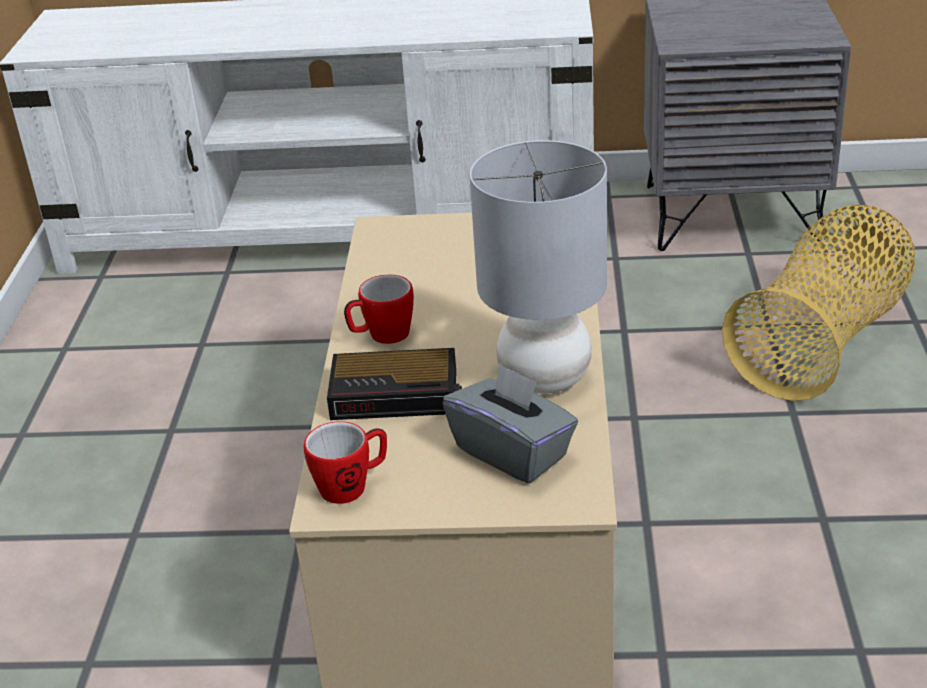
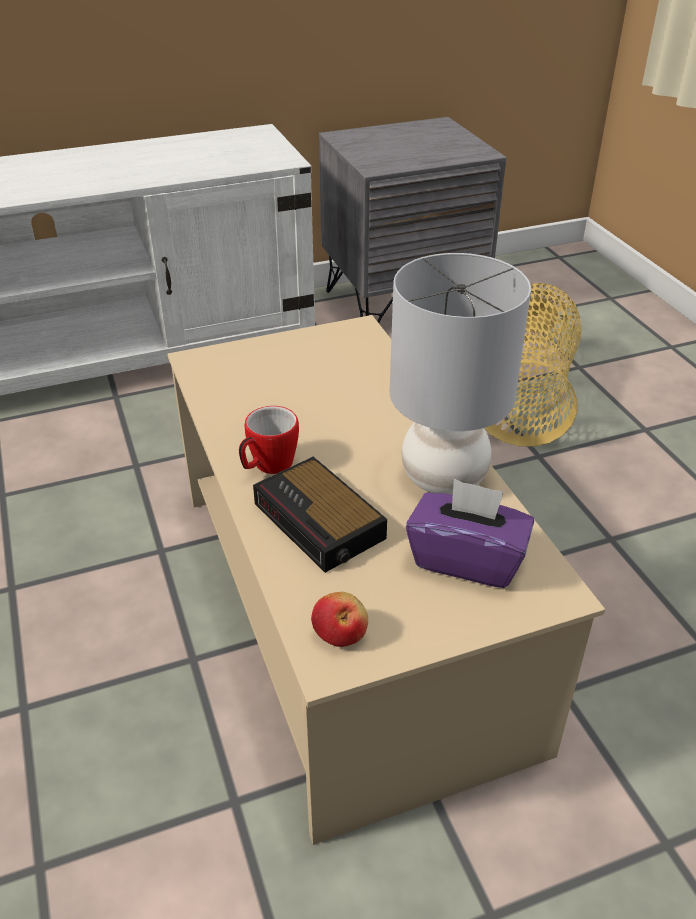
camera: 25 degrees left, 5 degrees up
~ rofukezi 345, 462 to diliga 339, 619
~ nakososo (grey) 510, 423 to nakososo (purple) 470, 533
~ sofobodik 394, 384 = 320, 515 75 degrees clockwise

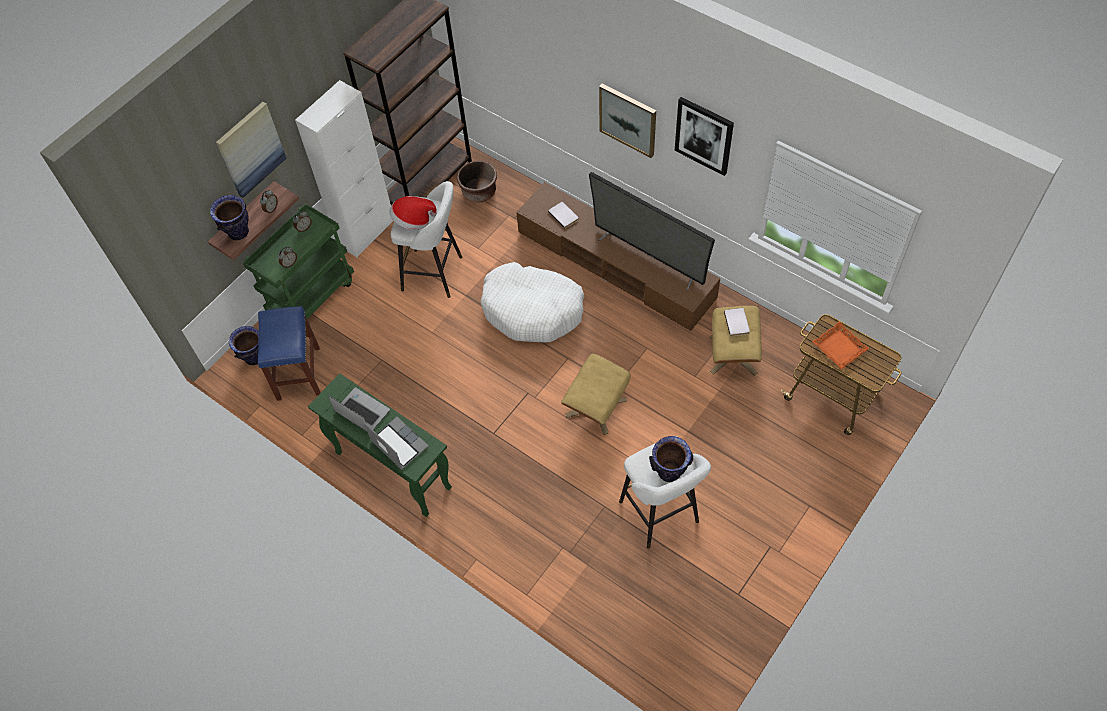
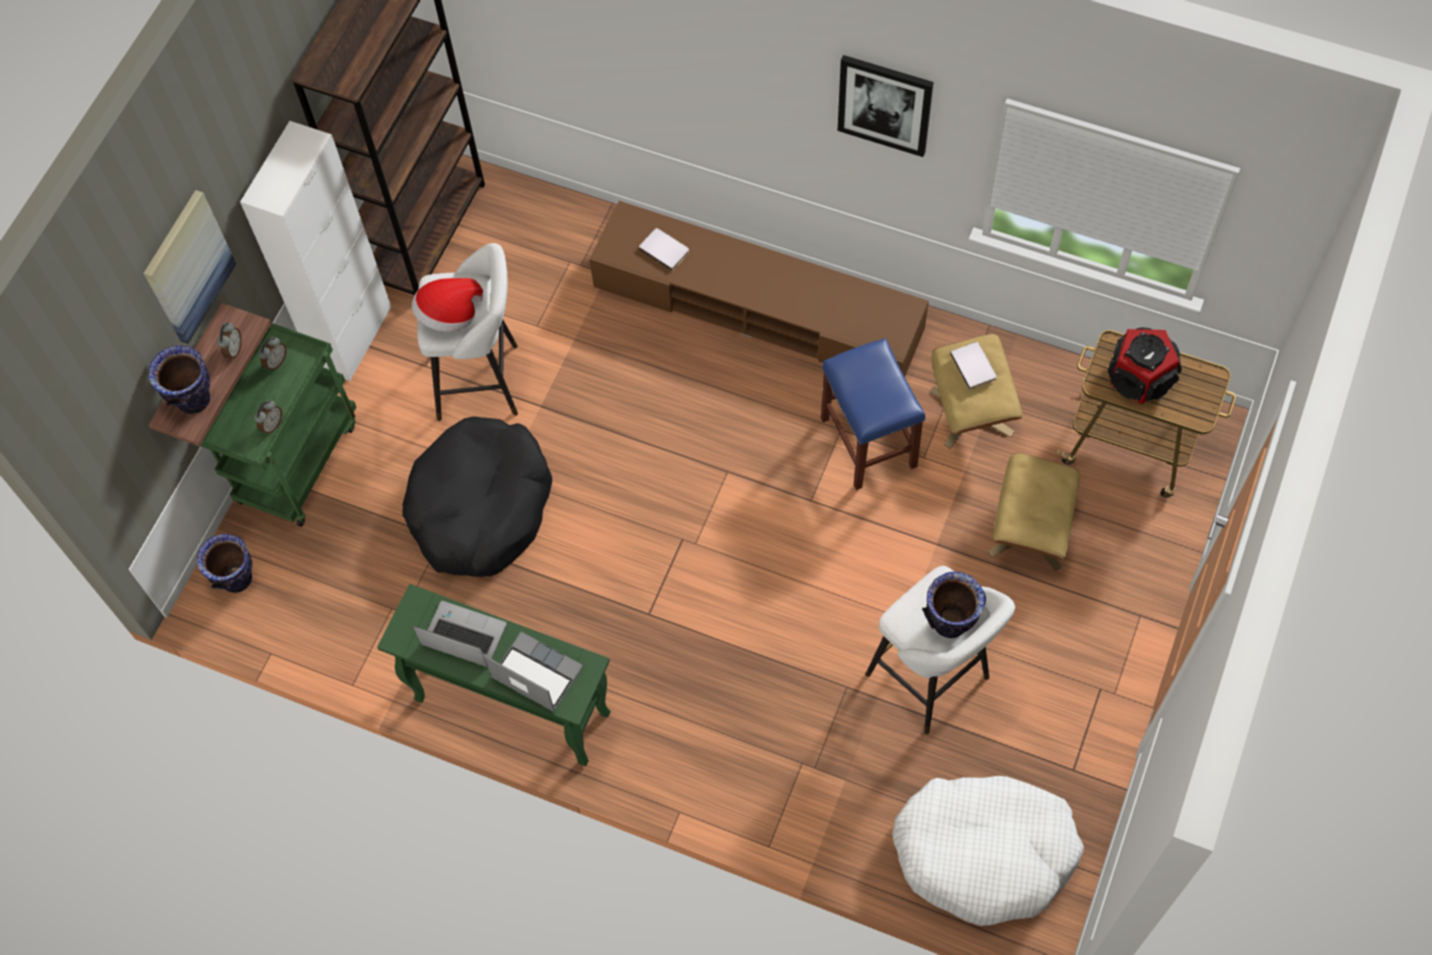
camera: 15 degrees left, 5 degrees up
- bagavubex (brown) 477, 182
- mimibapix 652, 231
- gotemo 627, 120
+ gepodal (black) 477, 496
~ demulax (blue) 289, 353 to 873, 414
~ gepodal (white) 532, 302 to 988, 851
~ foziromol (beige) 596, 394 to 1034, 512
~ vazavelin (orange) 840, 345 to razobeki 1145, 366

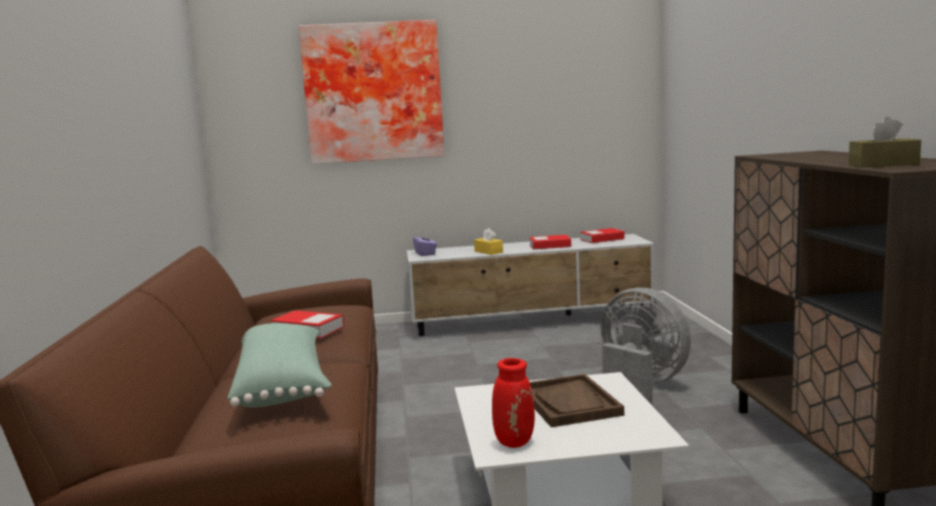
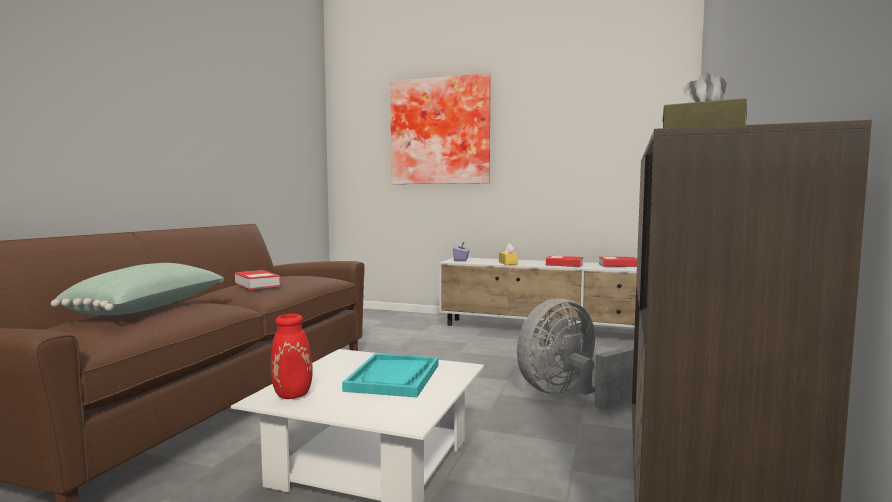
camera: 25 degrees right, 5 degrees down
~ vazavelin (brown) 577, 400 to vazavelin (turquoise) 390, 375
~ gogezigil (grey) 646, 346 = 575, 354 105 degrees counterclockwise

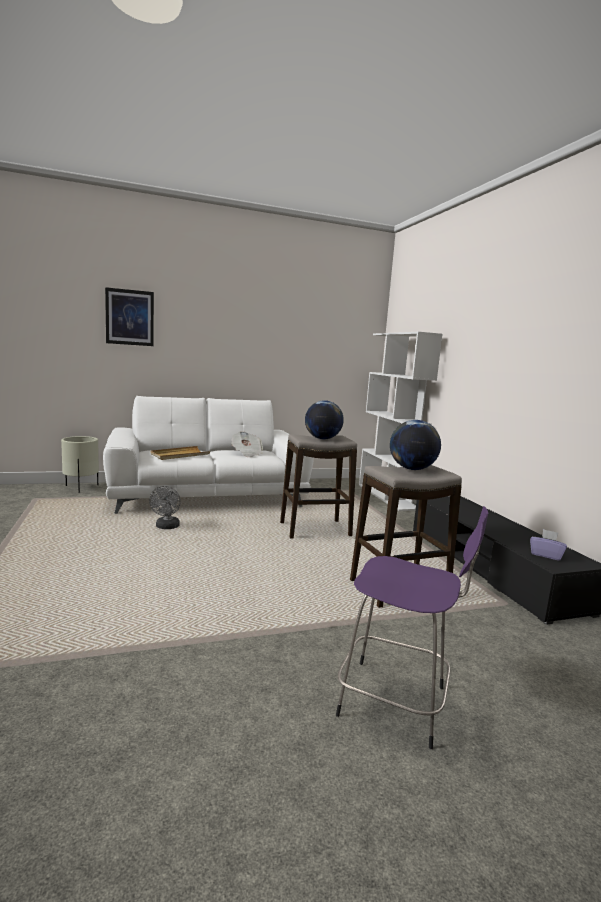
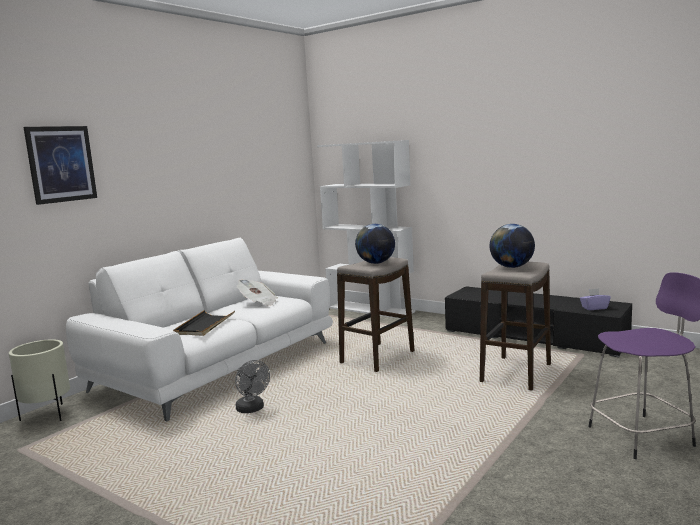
camera: 35 degrees left, 0 degrees up
~ vazavelin (beige) 180, 453 to vazavelin (black) 204, 323

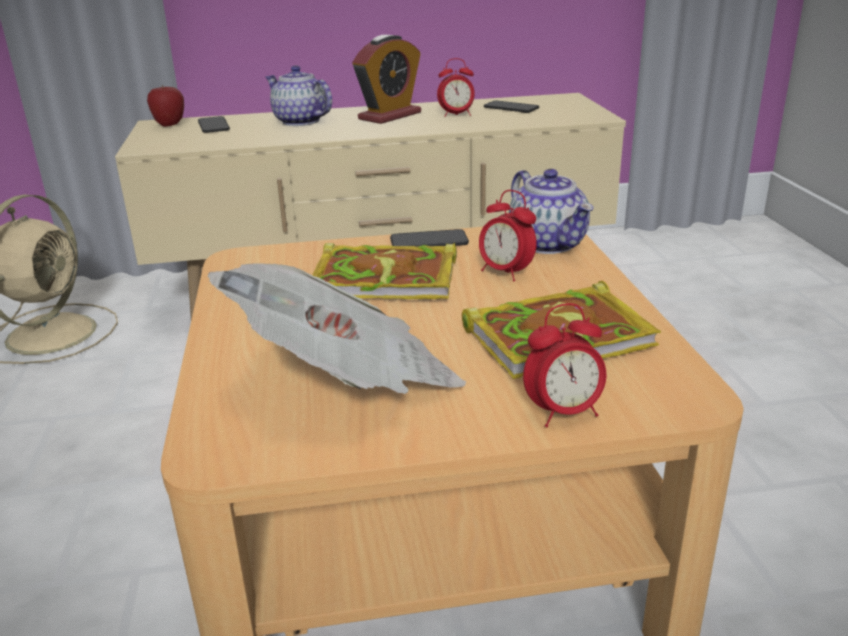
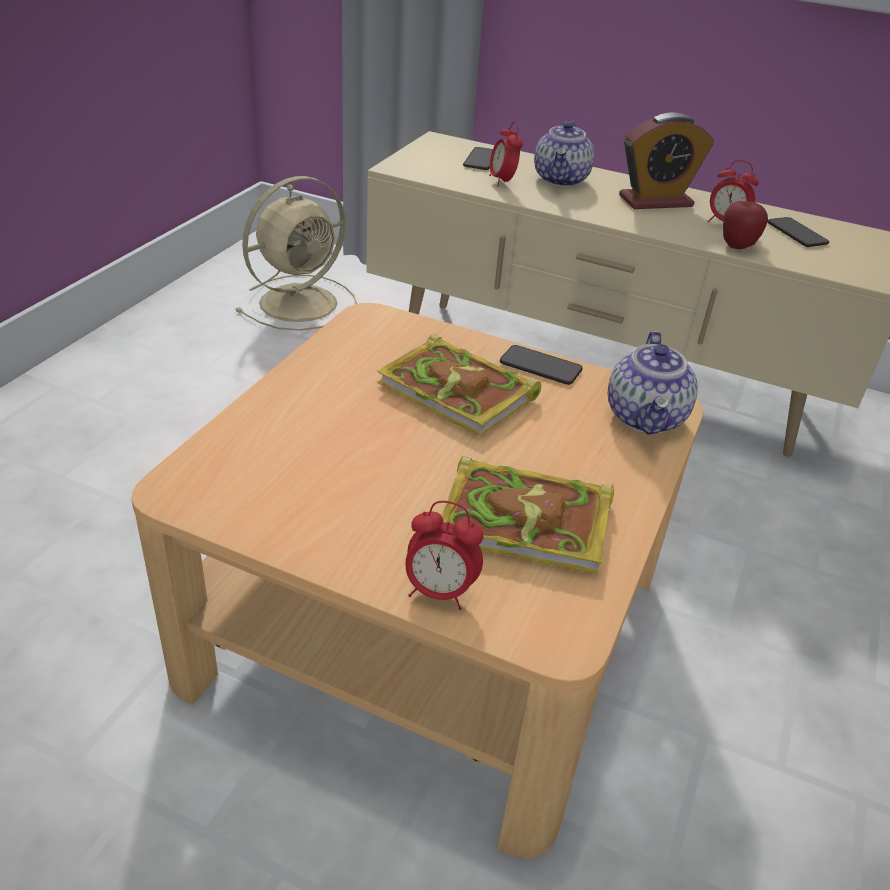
camera: 30 degrees right, 10 degrees up
- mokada 337, 328
~ diliga 165, 106 to 745, 225
~ sofobodik 508, 236 to 506, 154
~ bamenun 299, 95 = 564, 154 150 degrees counterclockwise

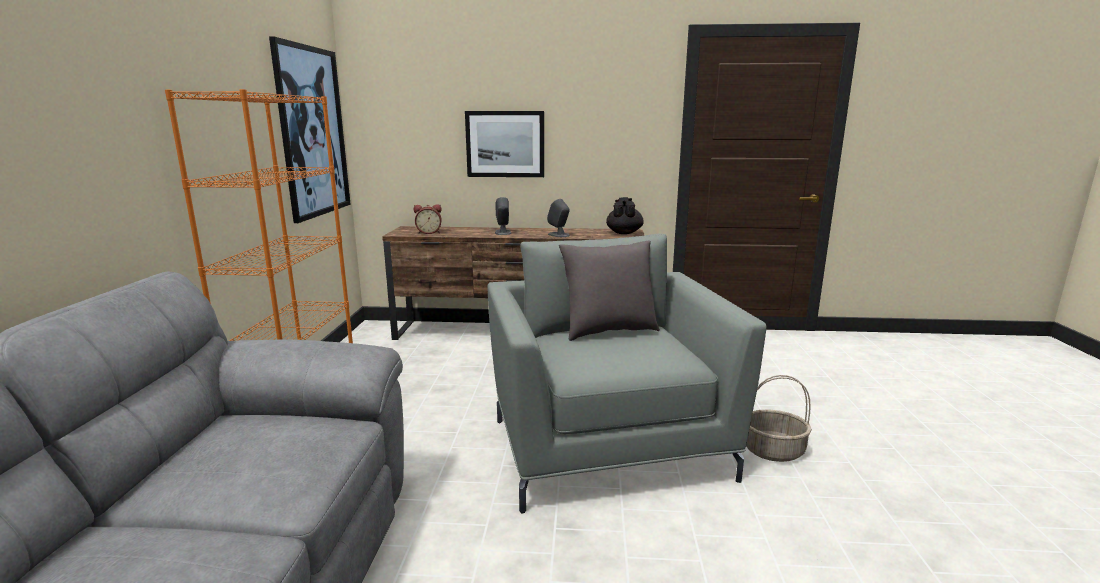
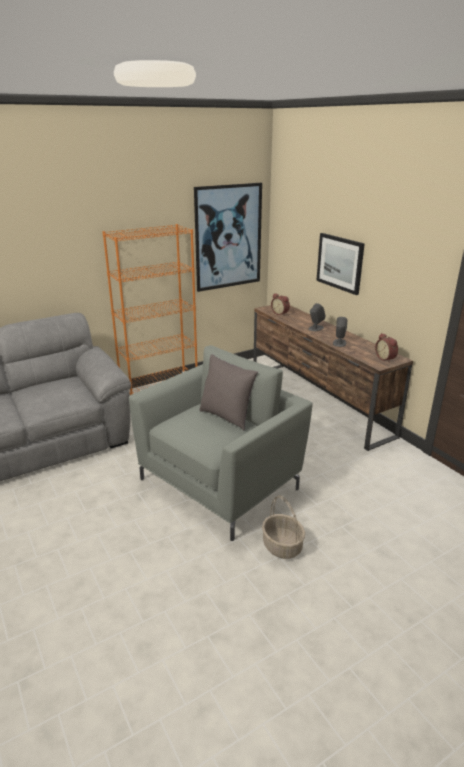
camera: 55 degrees right, 10 degrees up
~ bamenun (black) 625, 215 to sofobodik 386, 348

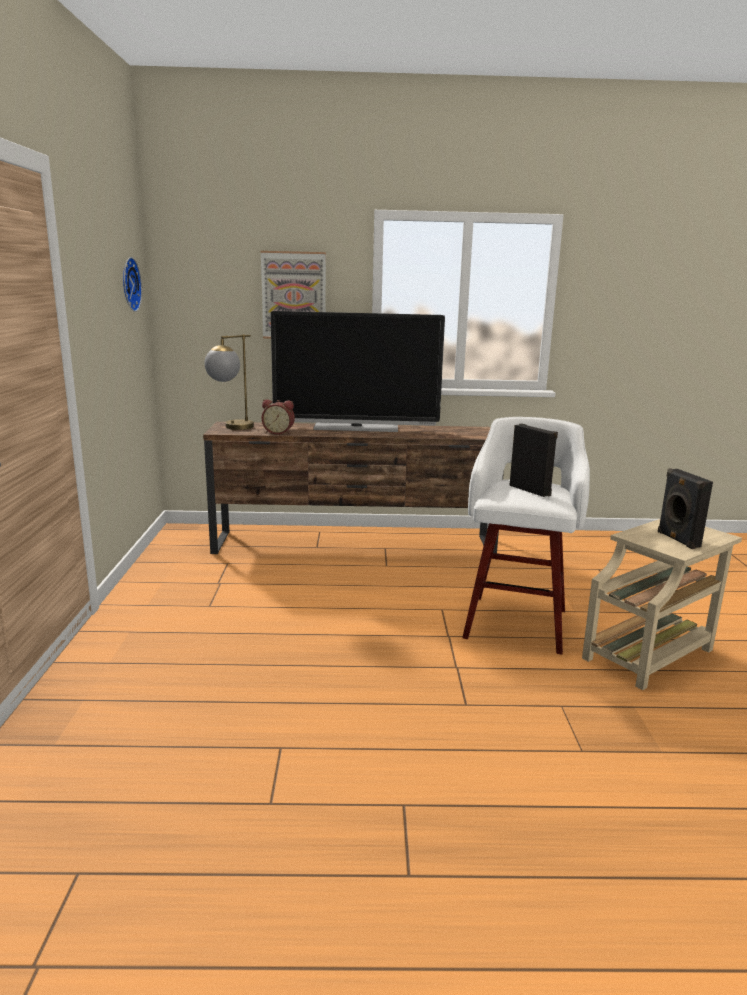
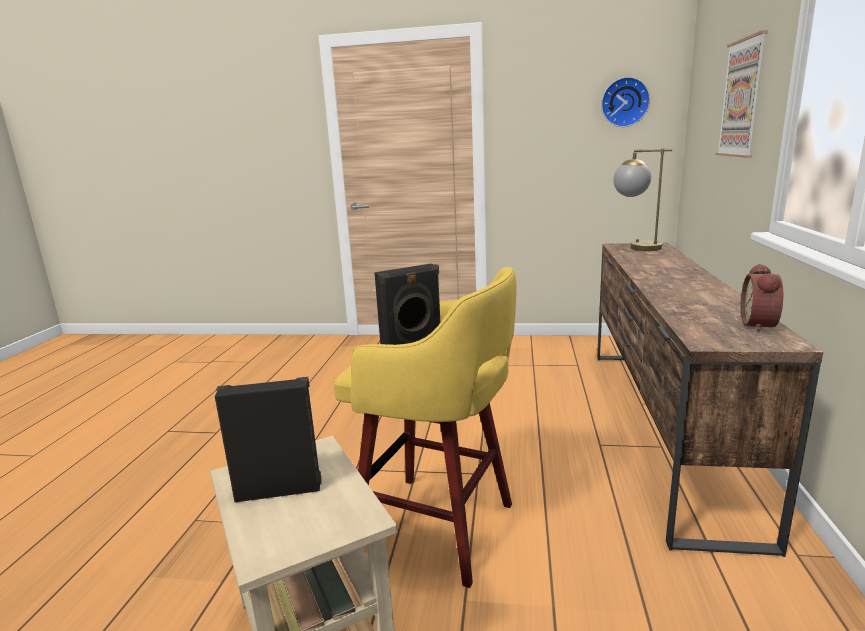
camera: 100 degrees right, 0 degrees up
- mimibapix 358, 371
~ sofobodik 278, 416 to 762, 298
~ demulax (white) 526, 536 to demulax (yellow) 424, 427

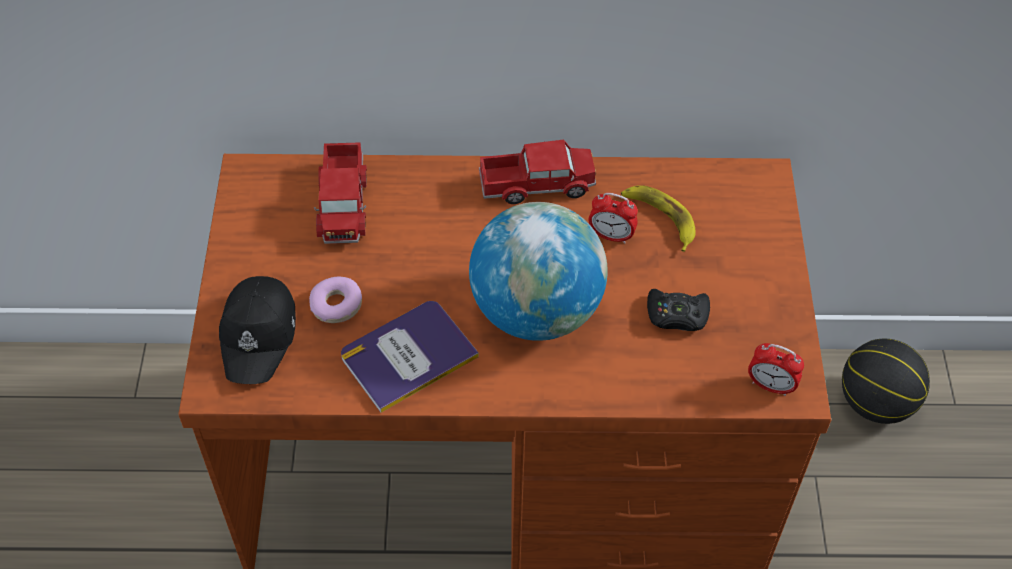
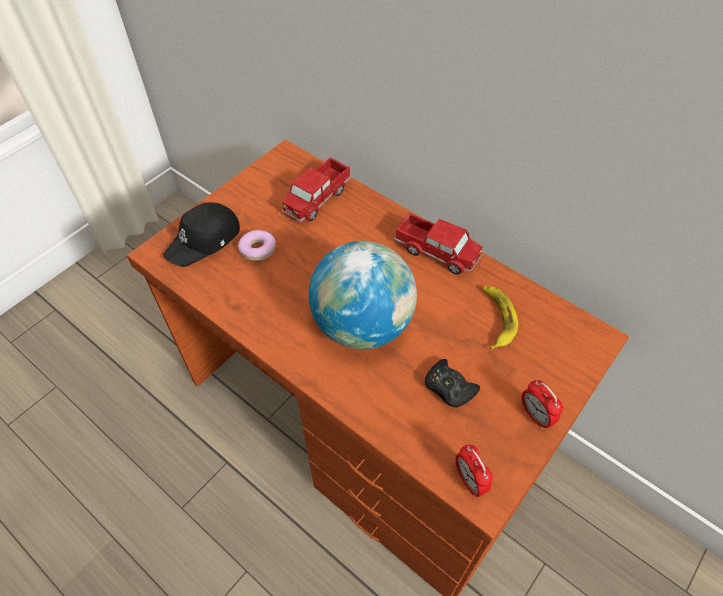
camera: 40 degrees right, 0 degrees up
- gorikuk 410, 357
- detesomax 886, 381
~ sofobodik 613, 218 to 542, 404

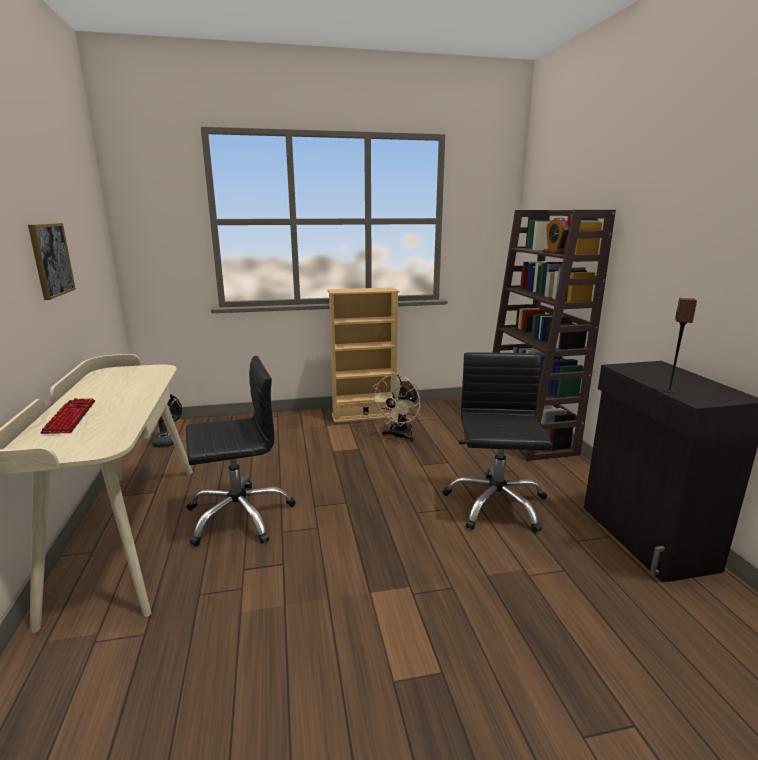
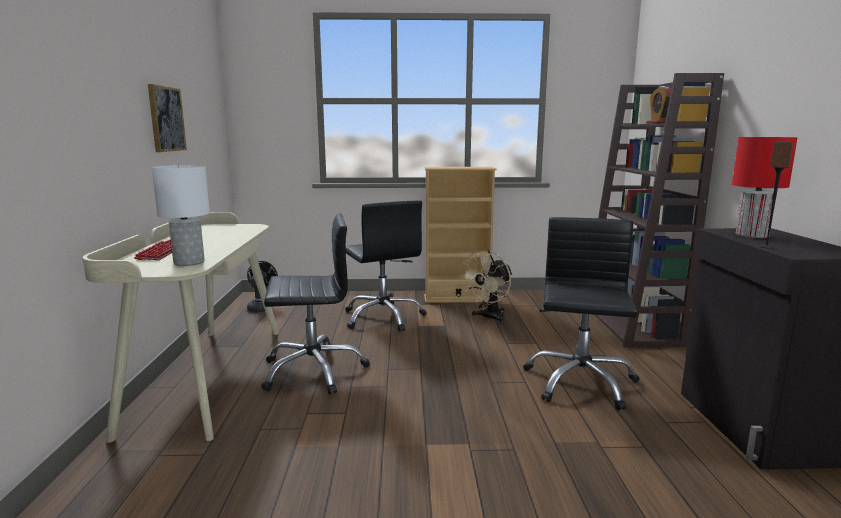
camera: 10 degrees right, 5 degrees down
+ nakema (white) 180, 215
+ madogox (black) 386, 266
+ nakema (red) 765, 187

